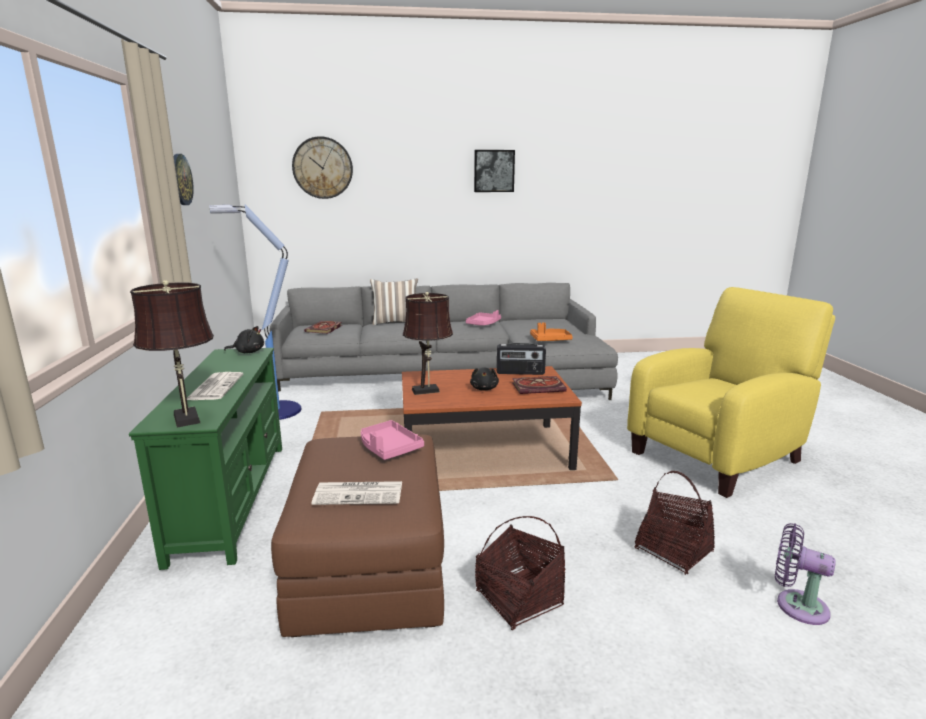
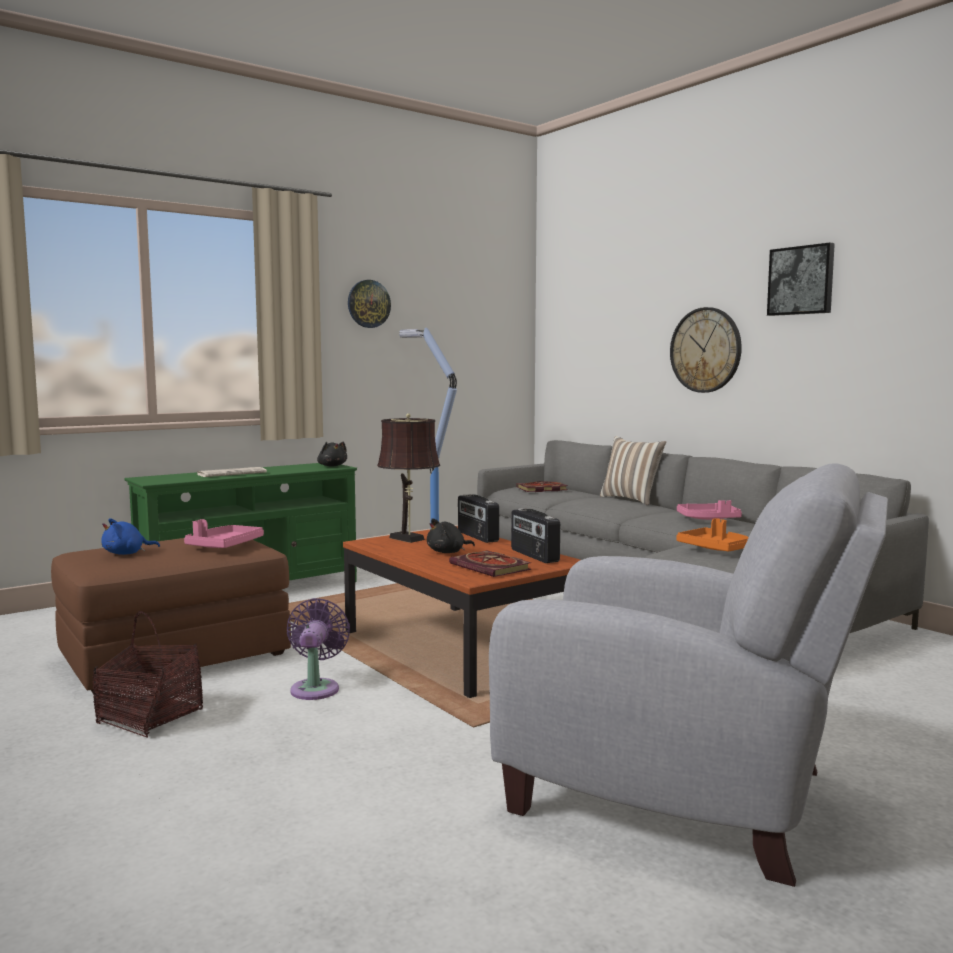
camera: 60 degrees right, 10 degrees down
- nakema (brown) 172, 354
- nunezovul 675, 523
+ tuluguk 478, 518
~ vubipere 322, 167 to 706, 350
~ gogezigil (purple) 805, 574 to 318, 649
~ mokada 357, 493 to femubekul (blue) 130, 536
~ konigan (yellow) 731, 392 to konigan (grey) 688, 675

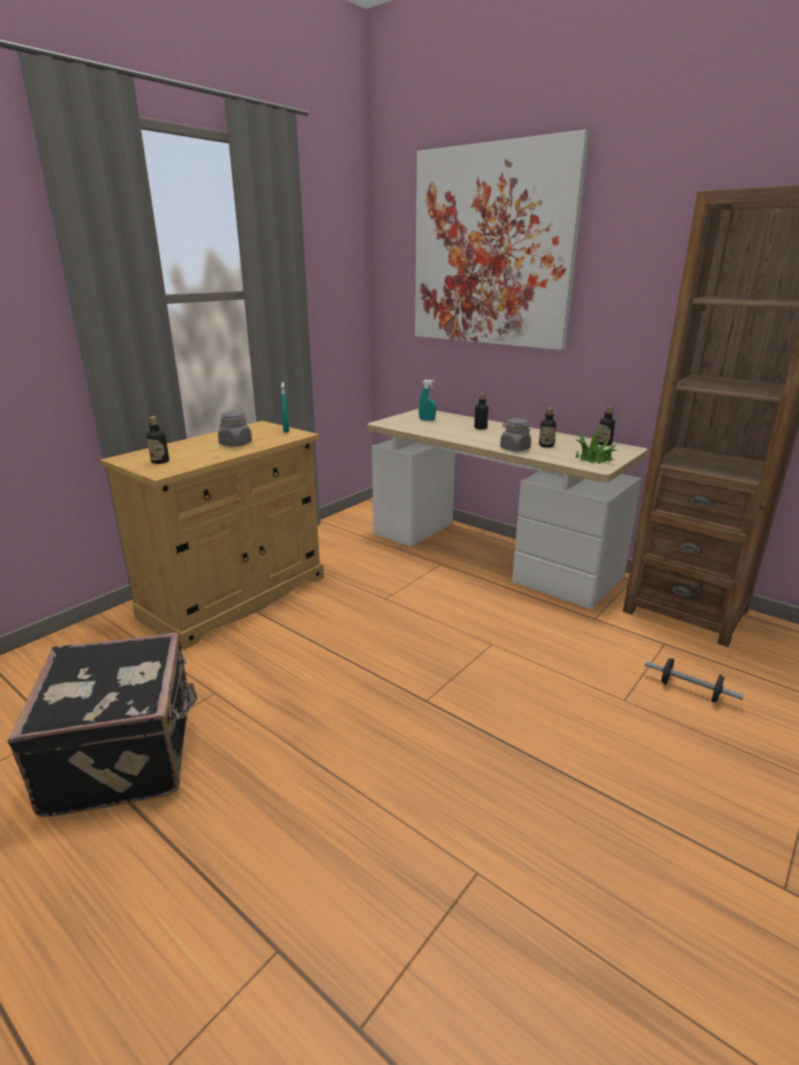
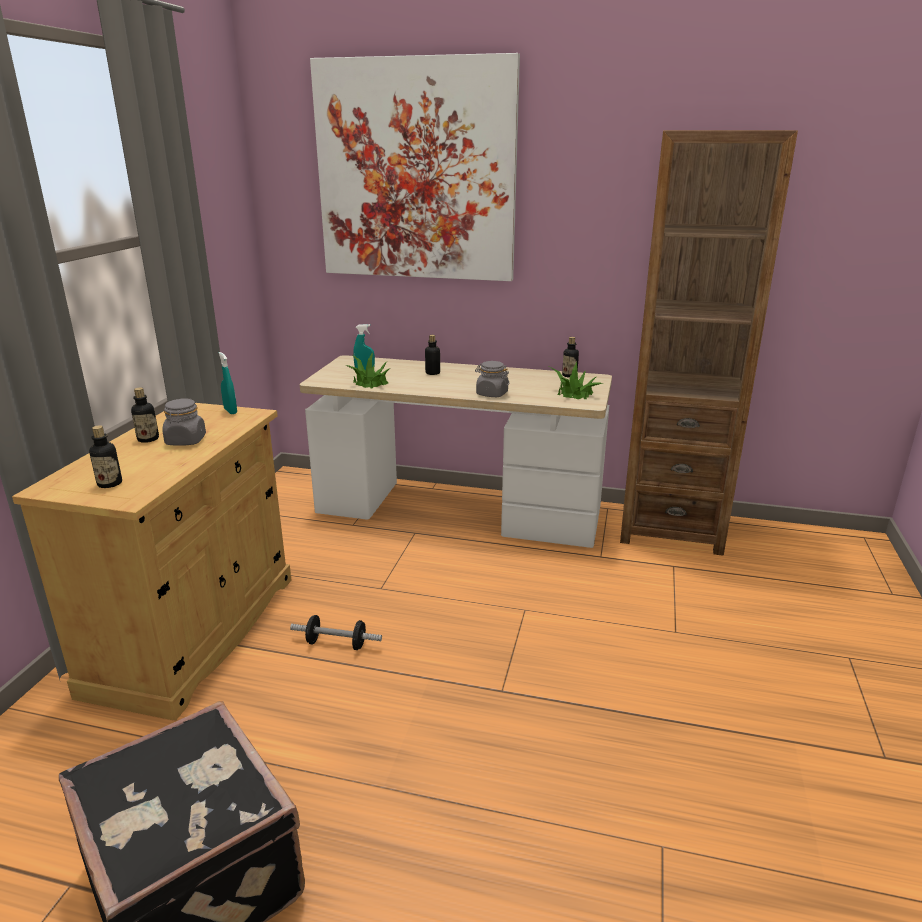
camera: 25 degrees left, 0 degrees up
+ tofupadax 368, 370
~ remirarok 547, 428 to 145, 415
~ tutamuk 694, 680 to 336, 632

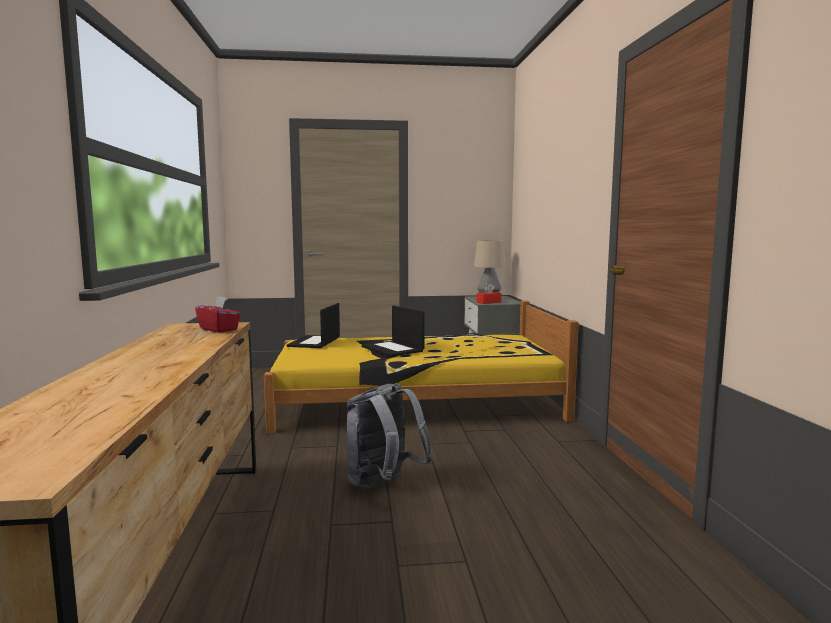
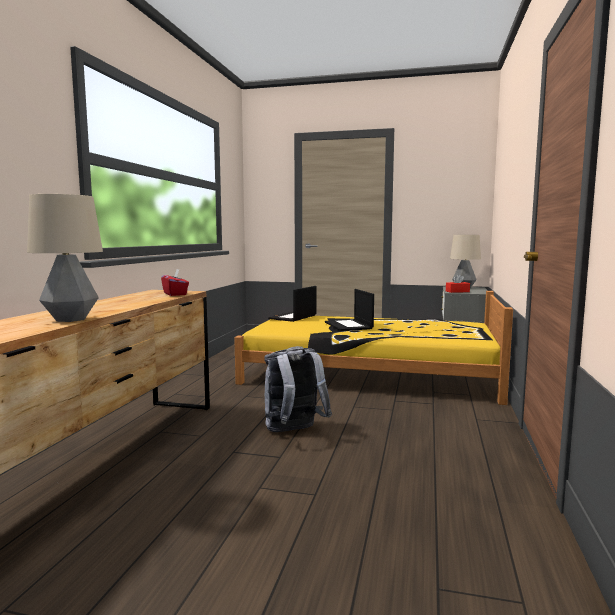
camera: 20 degrees right, 0 degrees up
+ nakema 65, 258

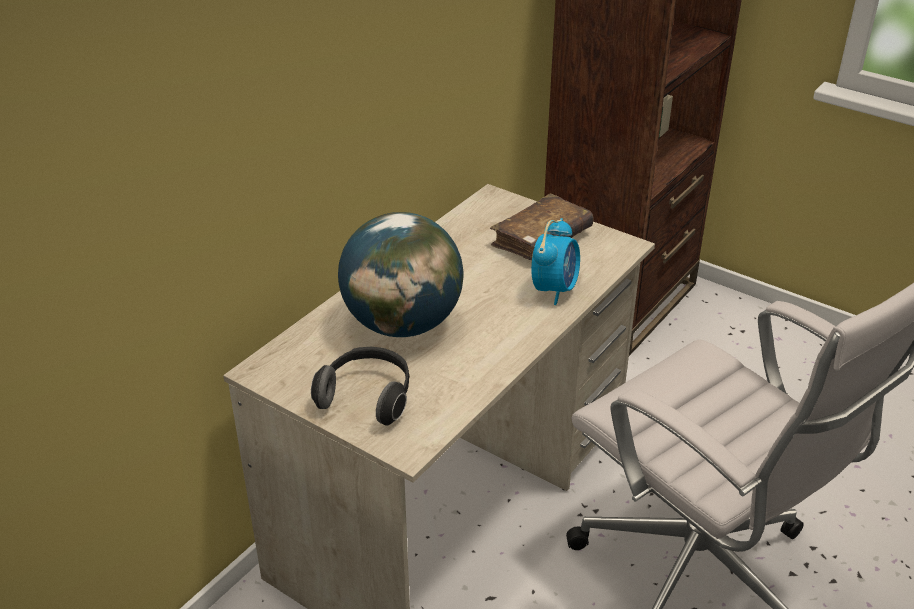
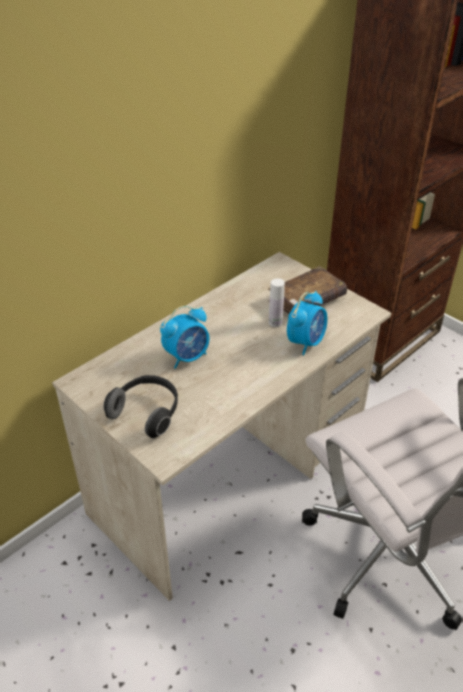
camera: 10 degrees right, 5 degrees up
+ remirarok (white) 277, 302
~ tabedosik 401, 274 to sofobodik 184, 337

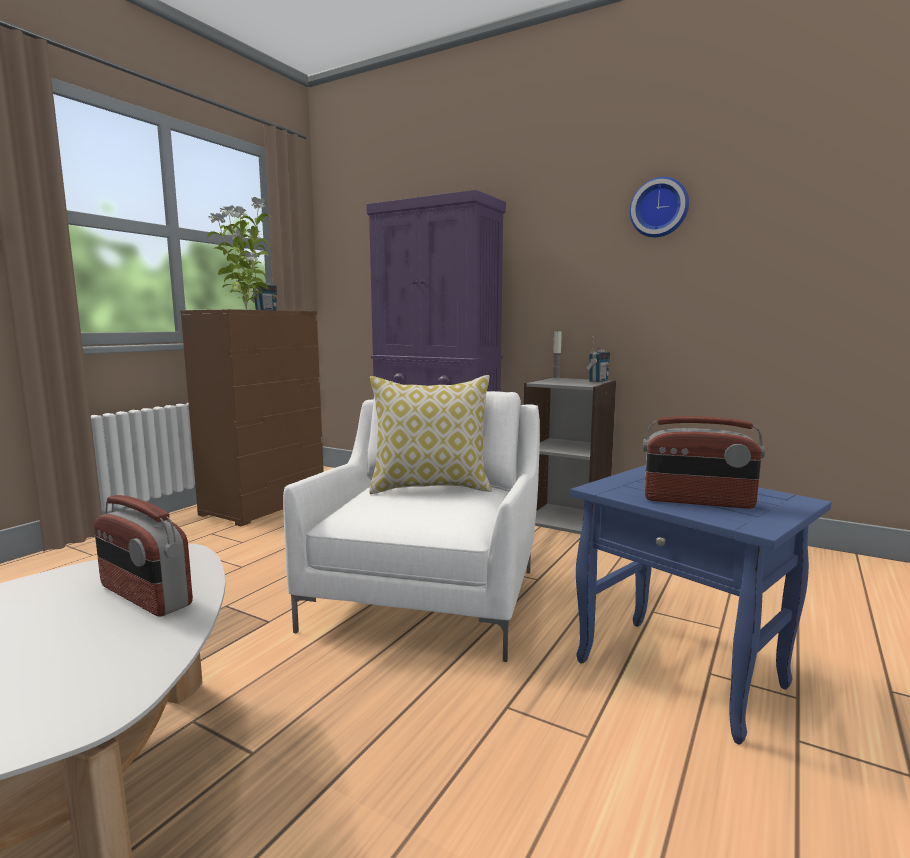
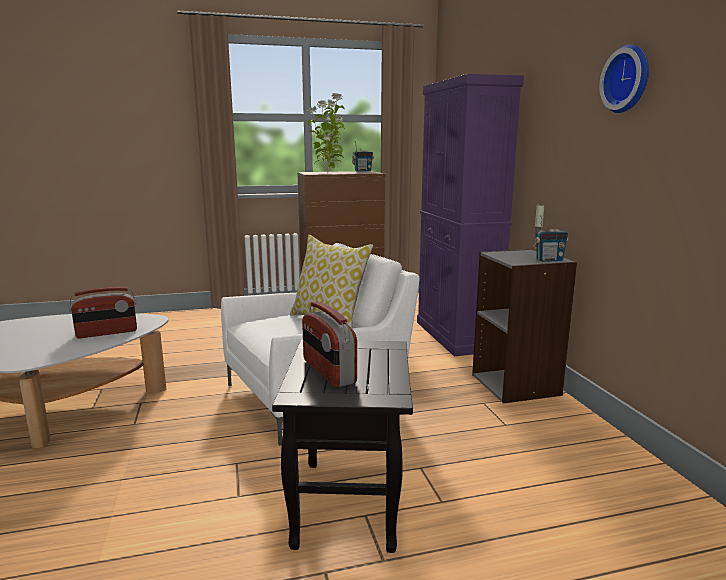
camera: 45 degrees right, 5 degrees up
~ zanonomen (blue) 700, 605 to zanonomen (black) 342, 446
~ tuluguk 143, 556 = 103, 312 105 degrees counterclockwise

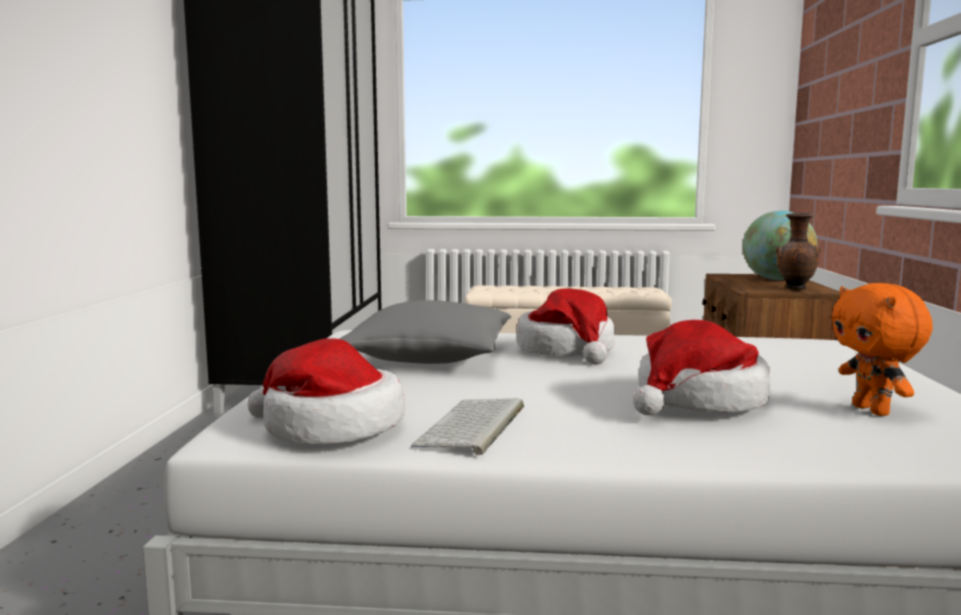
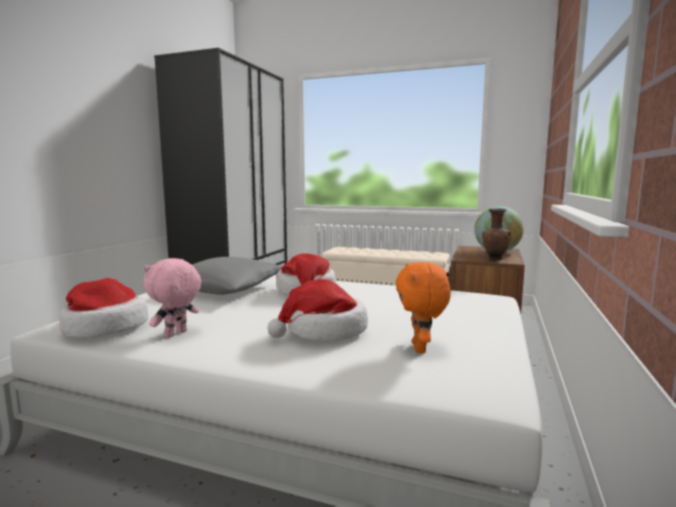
camera: 15 degrees right, 0 degrees up
~ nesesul 467, 426 to femubekul (pink) 172, 298

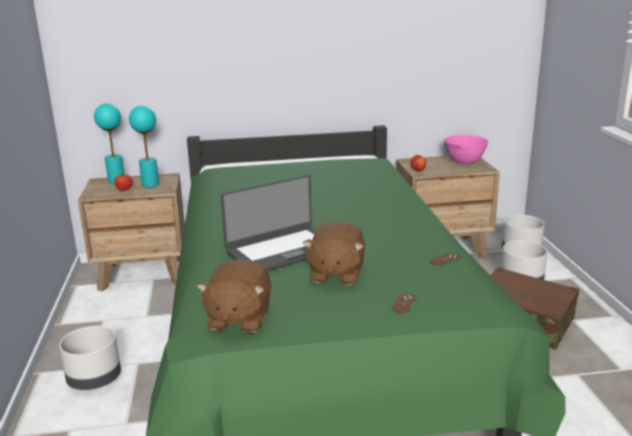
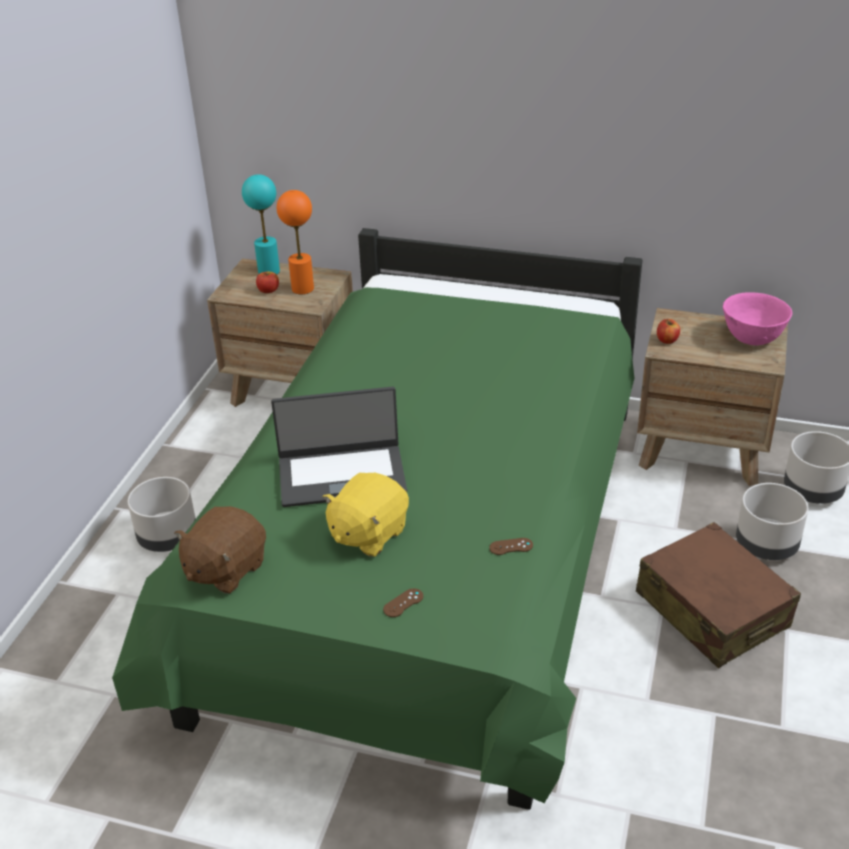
camera: 25 degrees right, 15 degrees up
~ nakema (turquoise) 144, 147 to nakema (orange) 295, 242
~ femubekul (brown) 334, 253 to femubekul (yellow) 365, 515

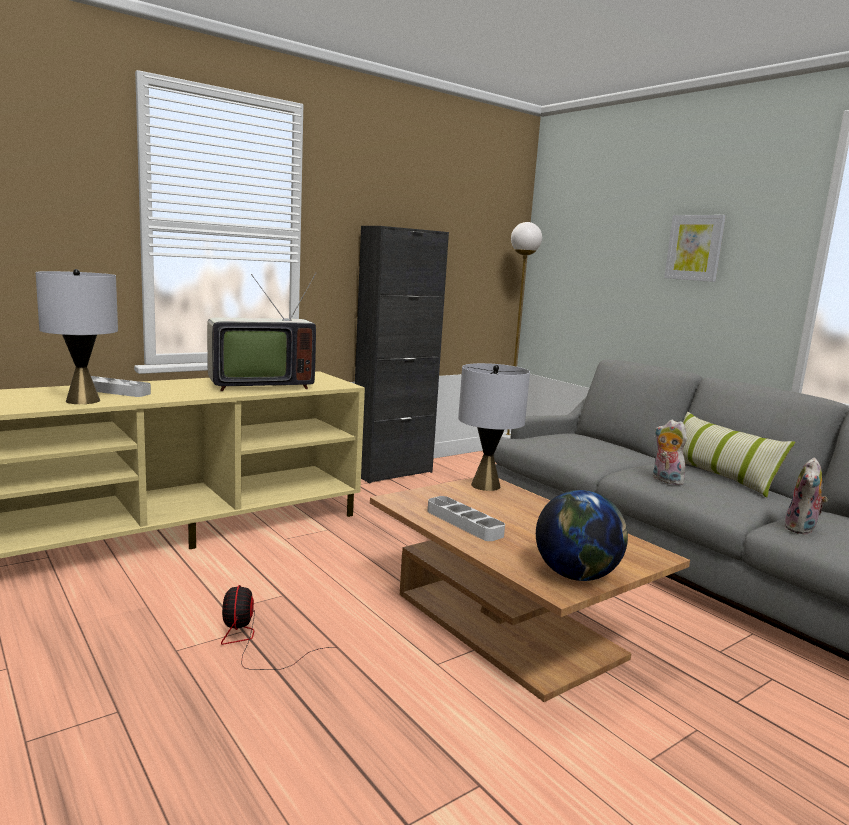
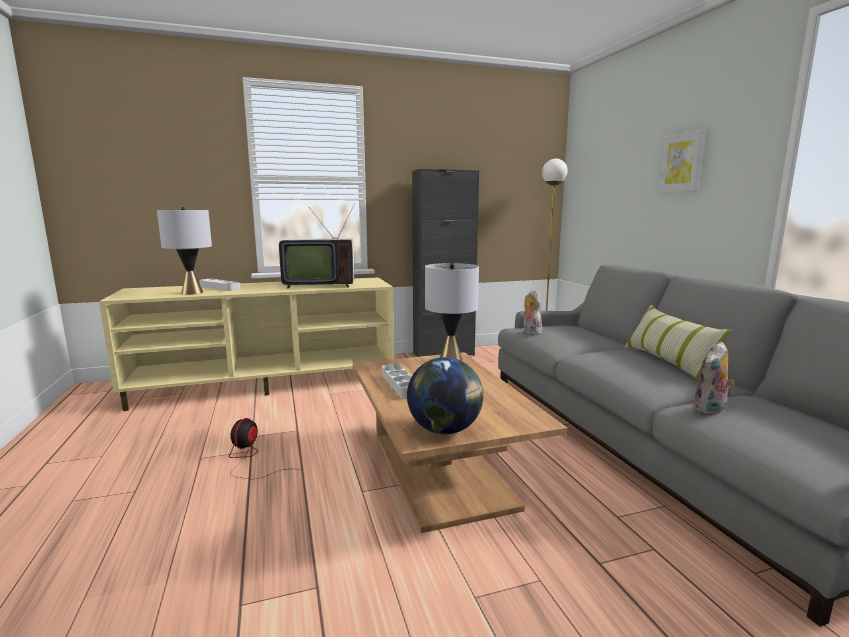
camera: 20 degrees right, 0 degrees up
~ femubekul 670, 452 to 532, 312

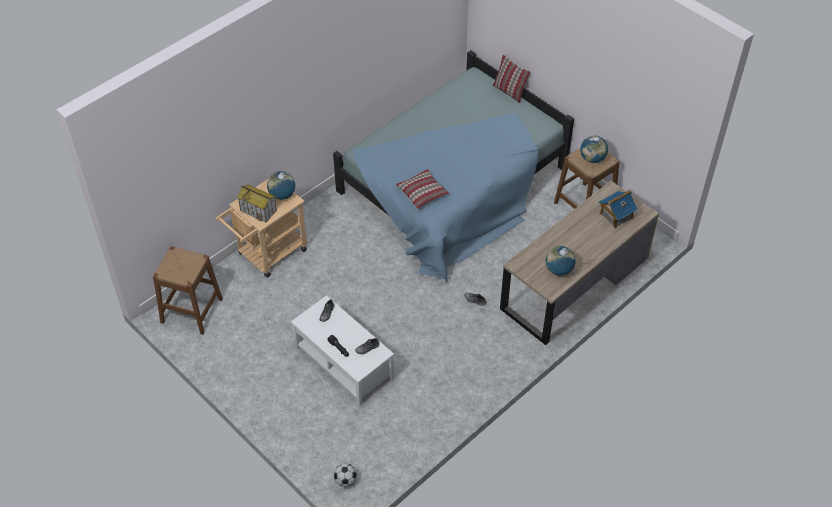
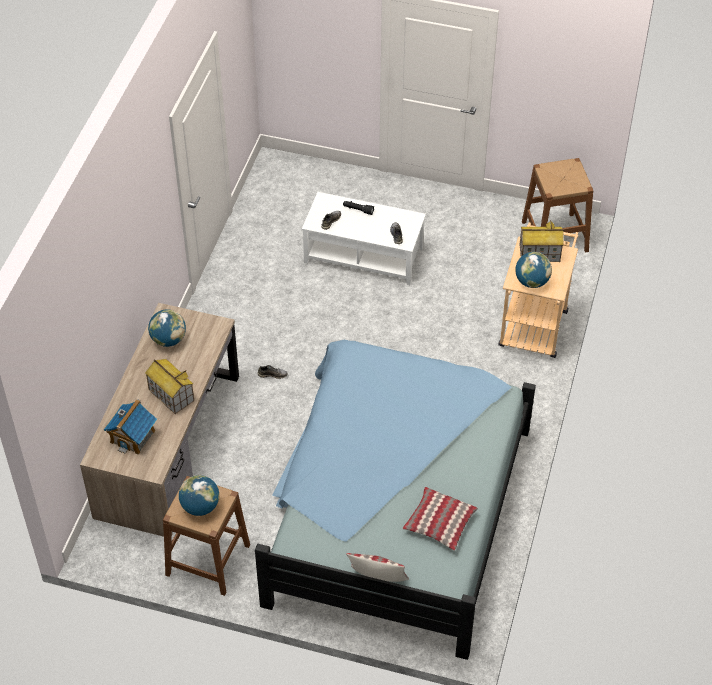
camera: 150 degrees right, 0 degrees up
- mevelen 345, 475
+ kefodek 169, 386
~ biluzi 422, 189 to 440, 519

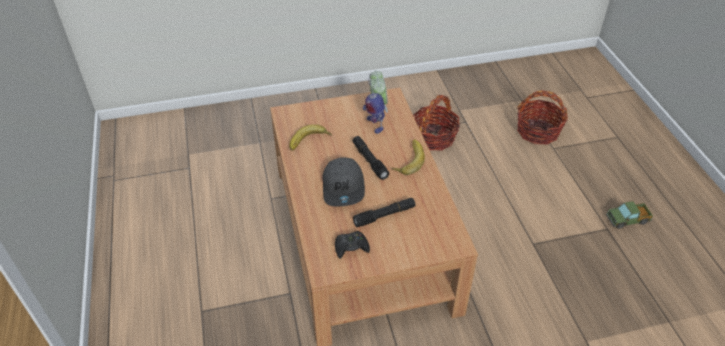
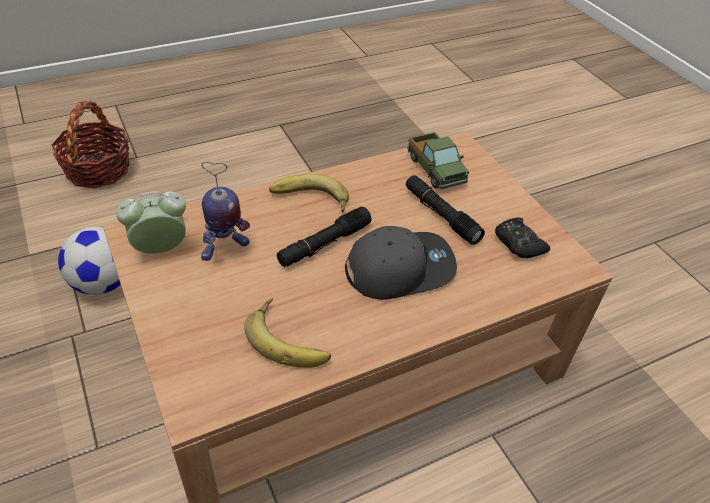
camera: 105 degrees left, 0 degrees up
~ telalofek 629, 215 to 438, 160
~ nunezovul 436, 123 to mevelen 89, 261

